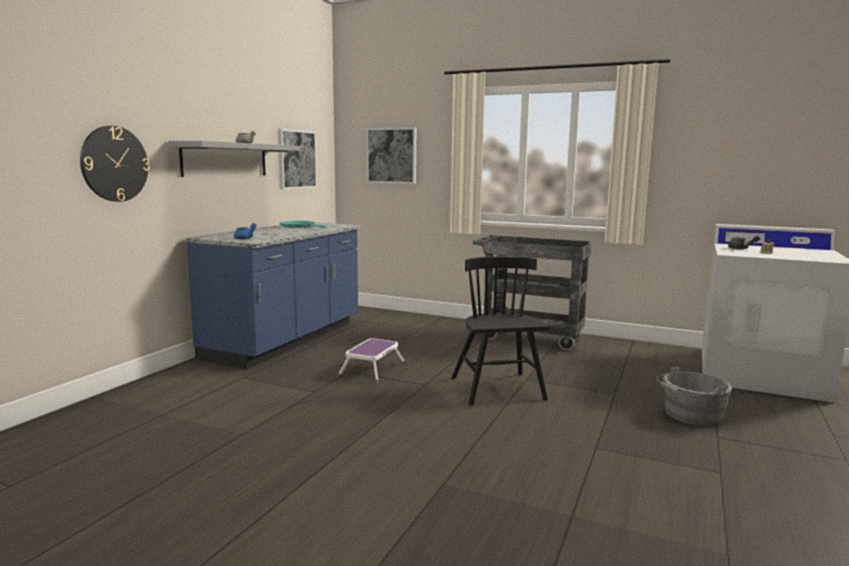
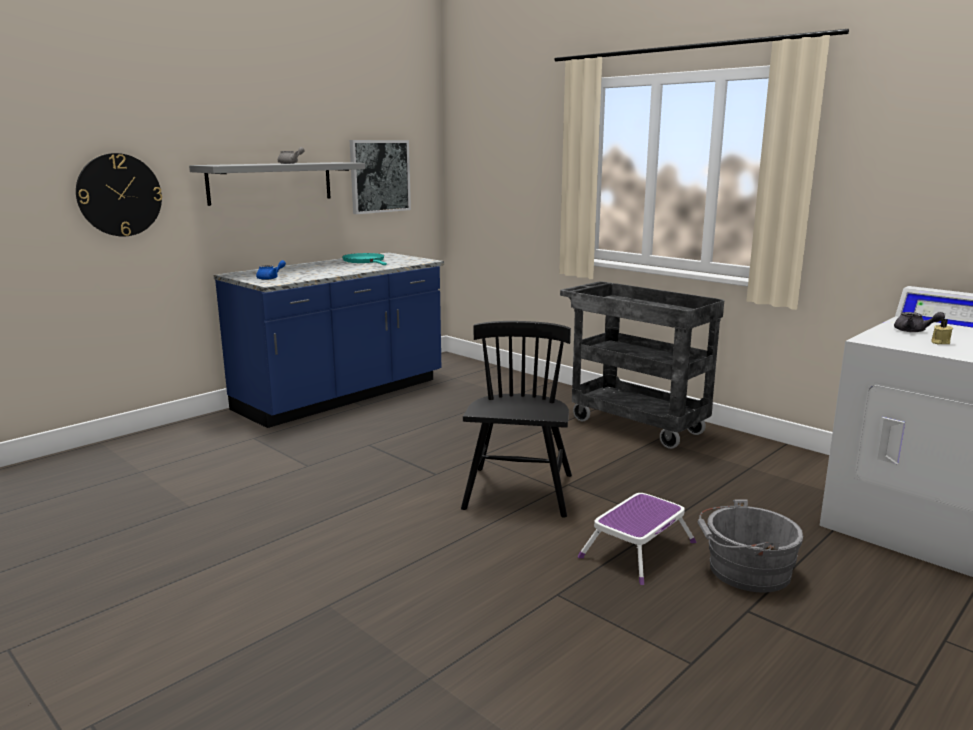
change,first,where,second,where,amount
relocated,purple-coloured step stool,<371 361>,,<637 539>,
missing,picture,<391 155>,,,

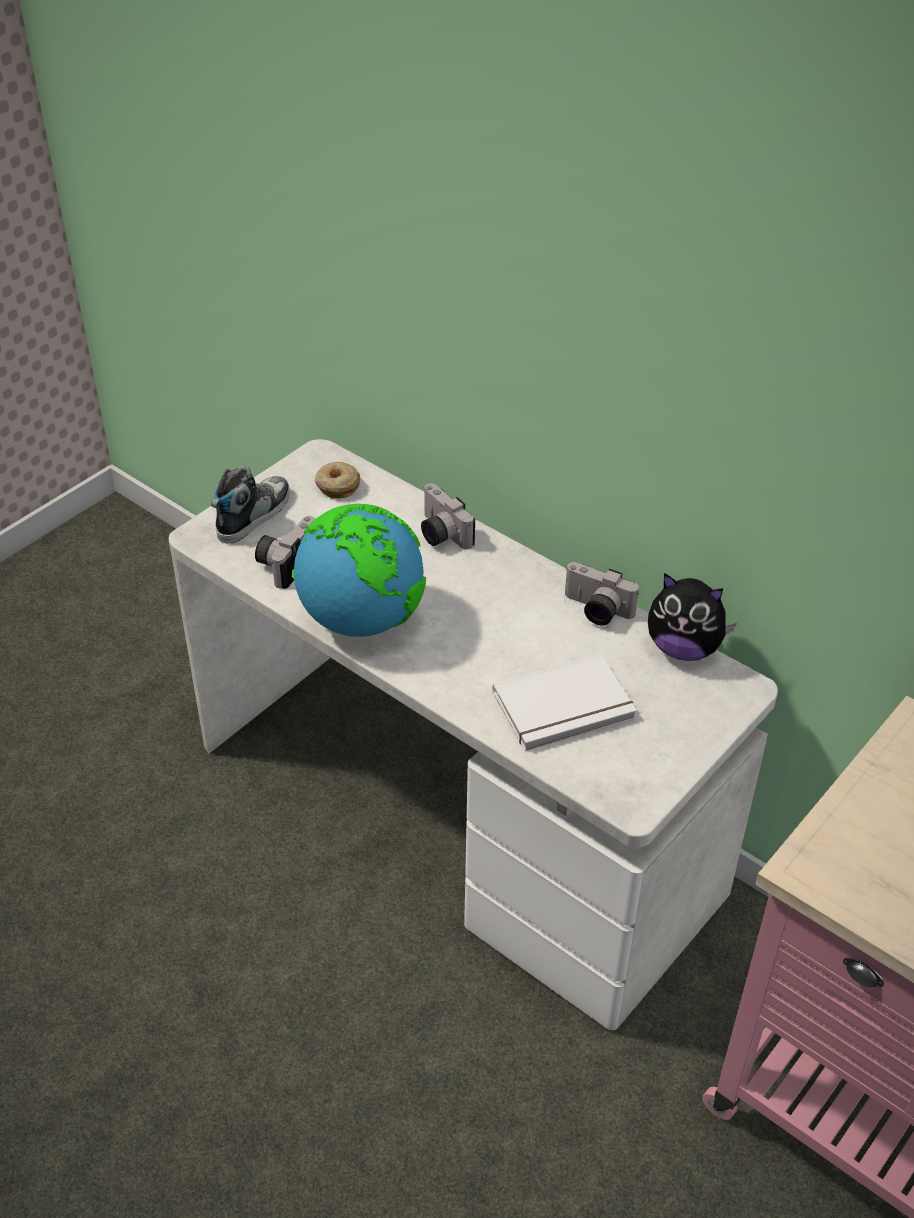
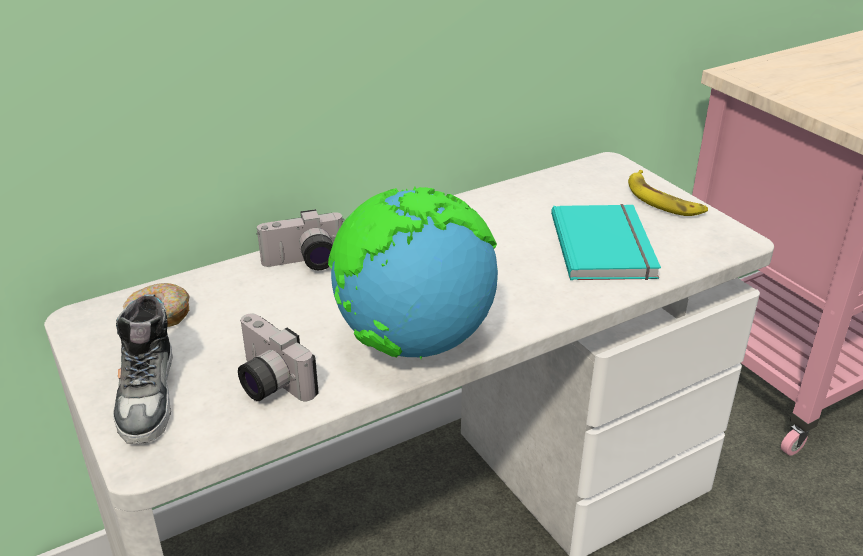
change,first,where,second,where,amount
spun,shoe,<250 505>,,<143 369>,150 degrees counterclockwise
colour,whitish bound book,<564 702>,blue-green bound book,<606 242>,
missing,photo camera,<602 594>,,,
missing,cuddly toy,<692 617>,,,
appeared,,,whole banana,<668 193>,

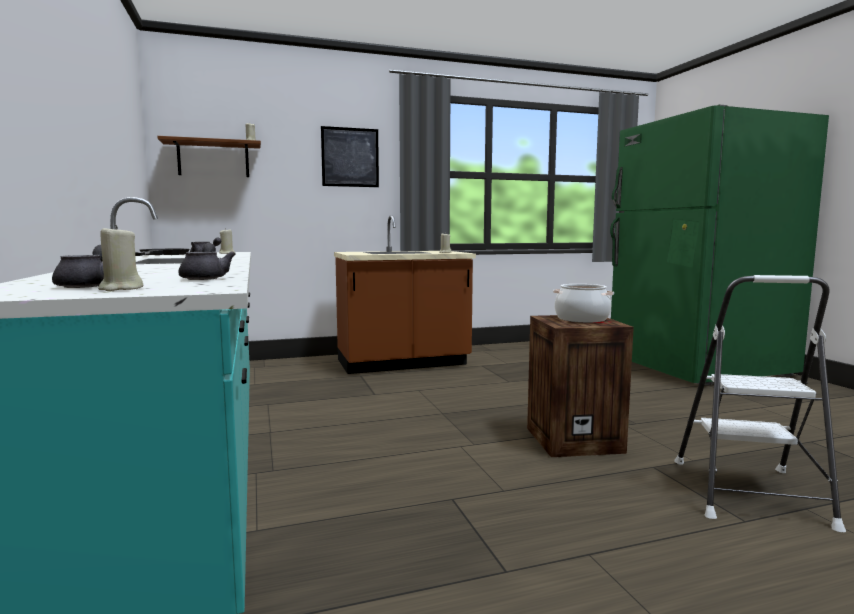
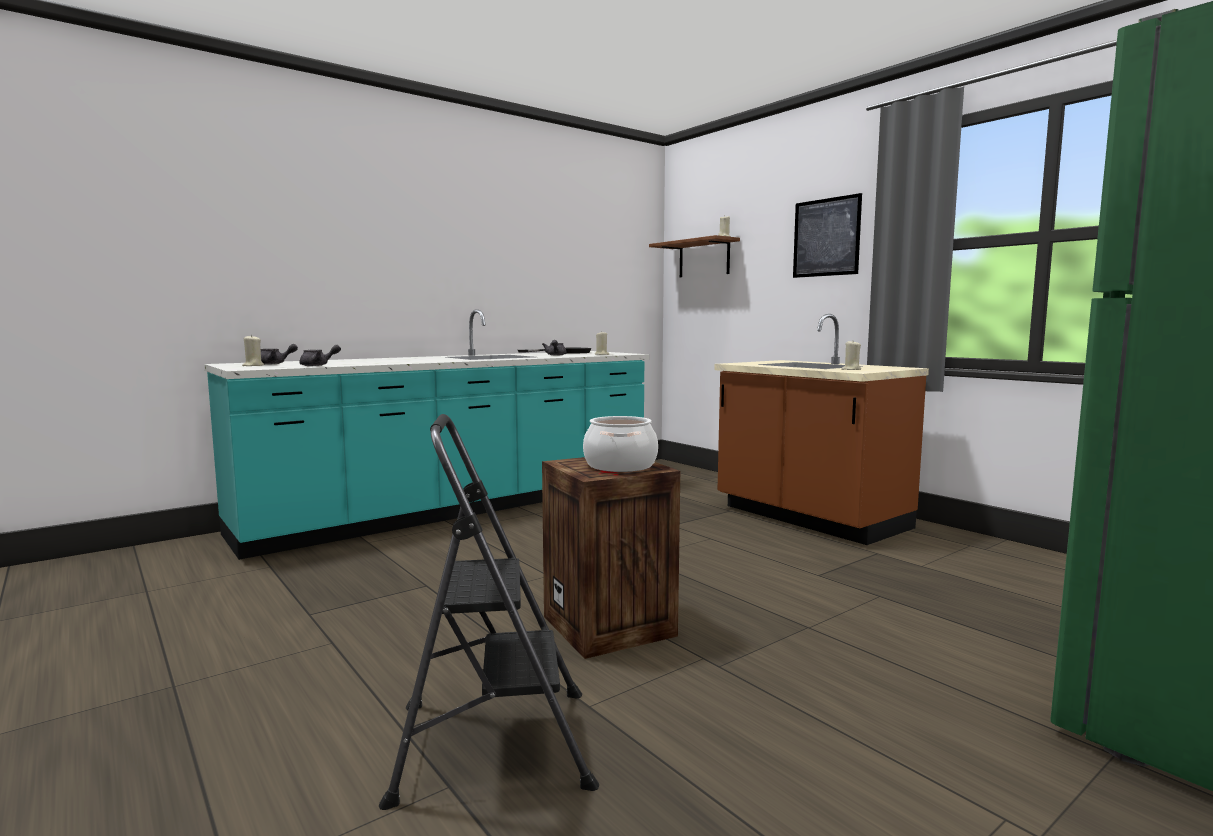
change,first,where,second,where,amount
colour,whitish step stool,<760 404>,black-coloured step stool,<489 612>,

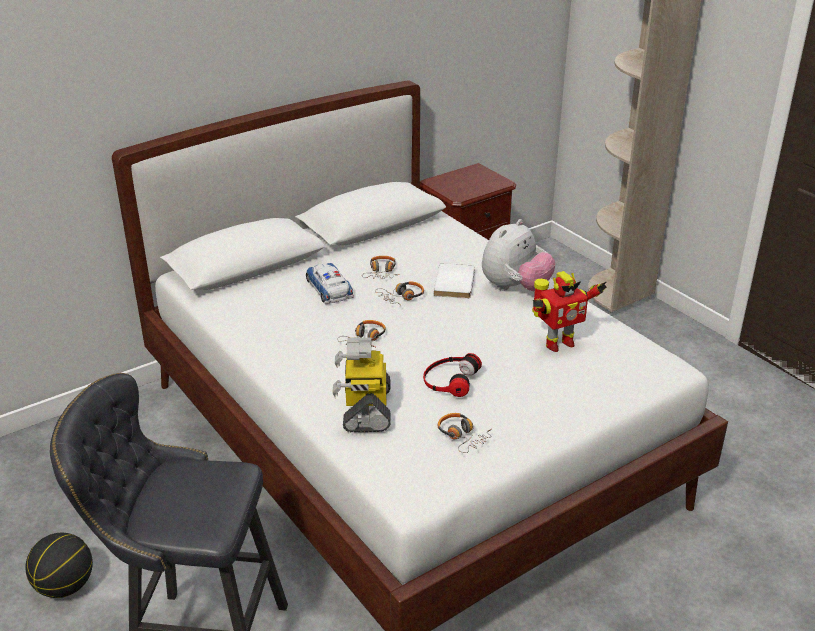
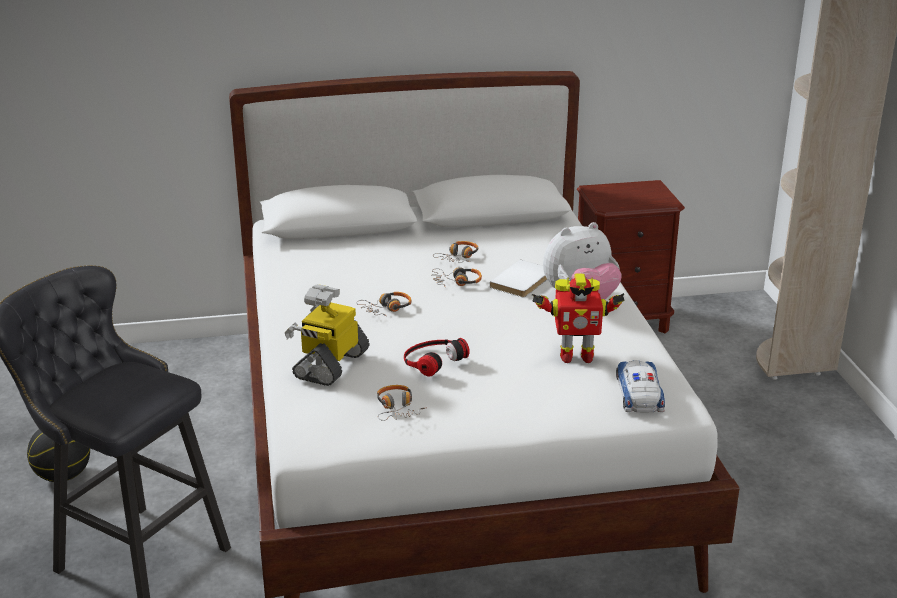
change,first,where,second,where,amount
relocated,model car,<330 283>,,<640 386>,

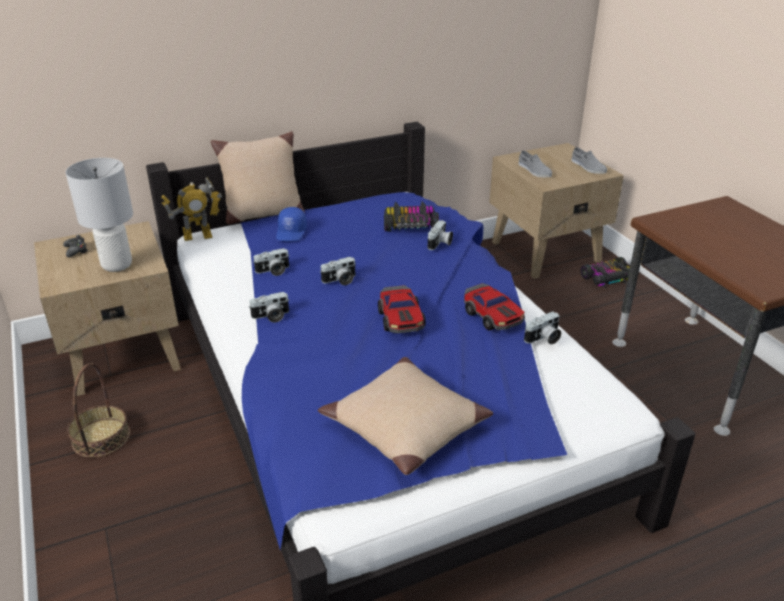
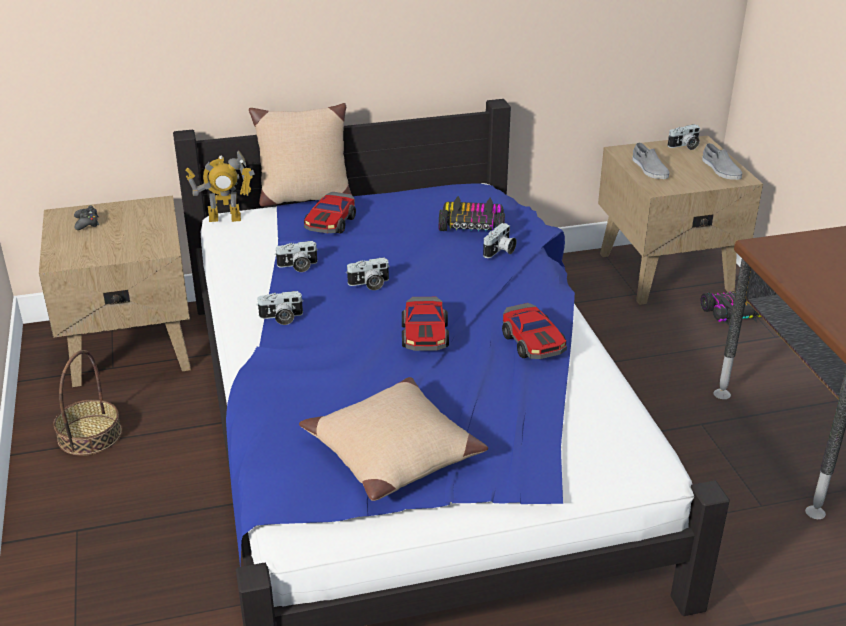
change,first,where,second,where,amount
missing,gray table lamp,<99 215>,,,
exchanged,bluish cap,<291 224>,model car,<330 213>,
relocated,photo camera,<542 328>,,<683 137>,

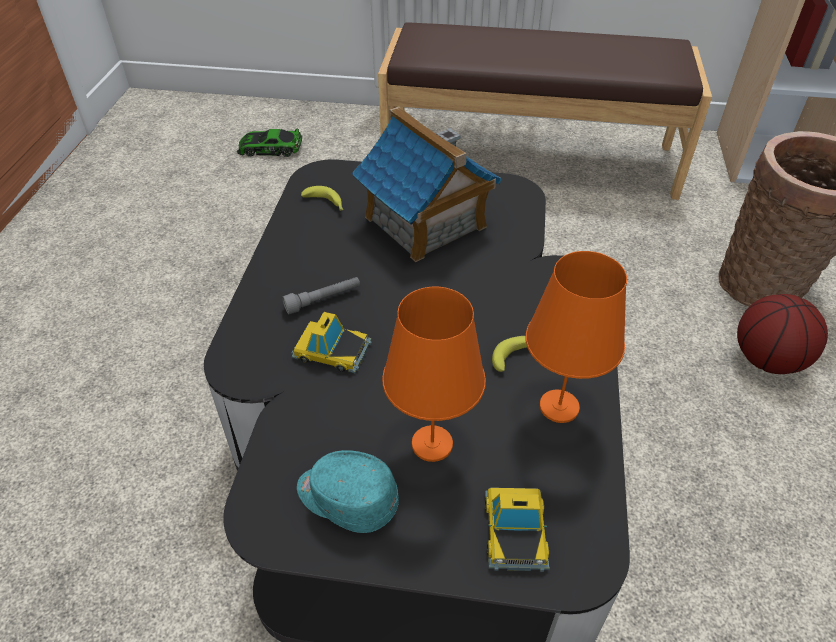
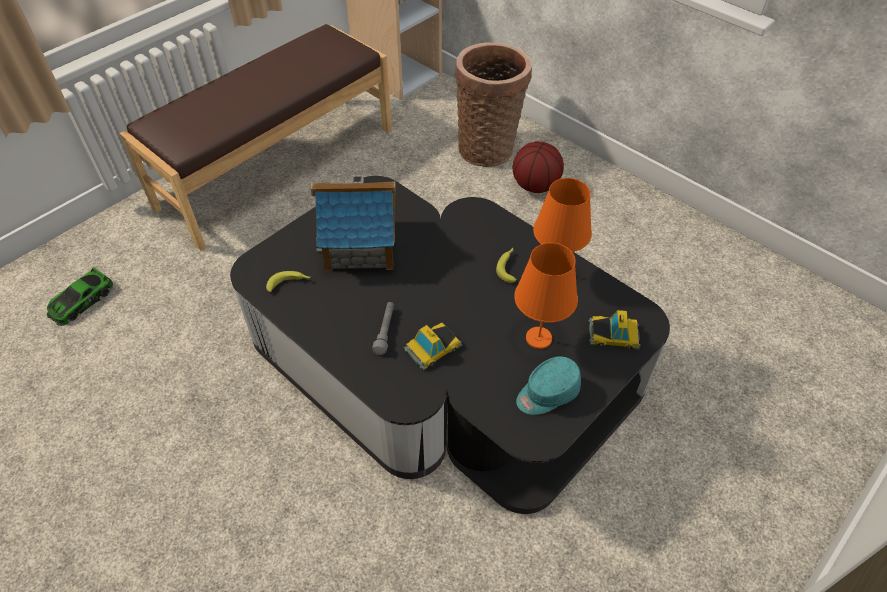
change,first,where,second,where,amount
spun,model car,<517 530>,,<615 330>,150 degrees clockwise

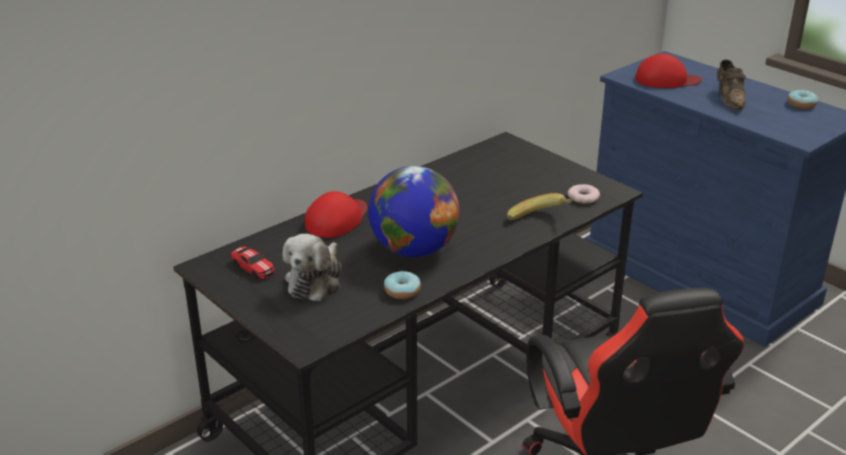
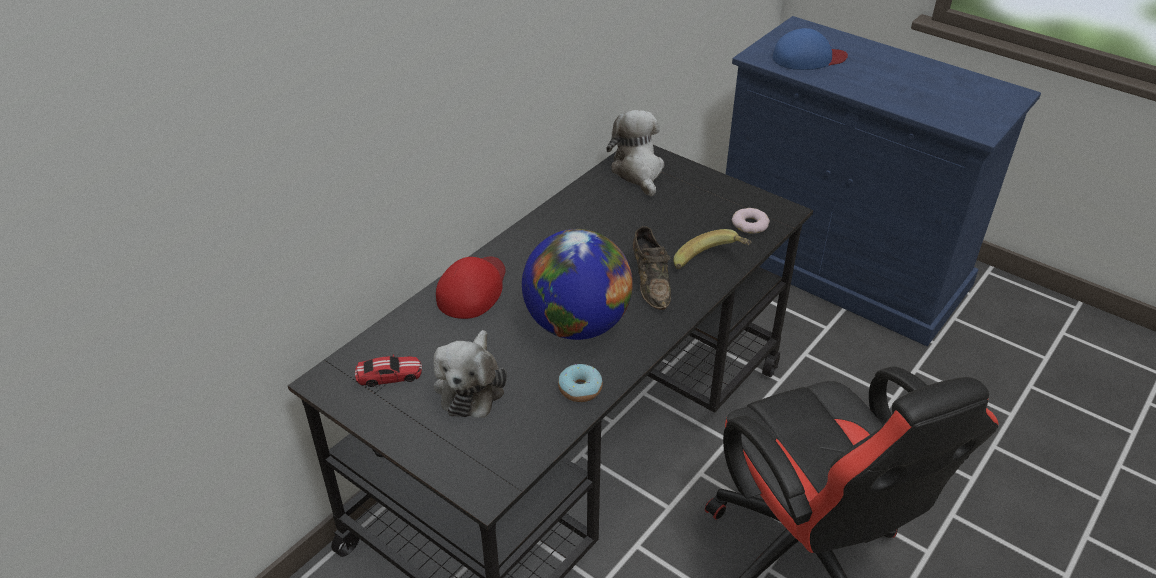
change,first,where,second,where,amount
spun,model car,<253 262>,,<388 370>,45 degrees counterclockwise
colour,red-coloured cap,<668 71>,bluish cap,<810 49>,
relocated,brownish shoe,<731 84>,,<652 268>,
missing,ring doughnut,<802 99>,,,
appeared,,,cuddly toy,<635 153>,

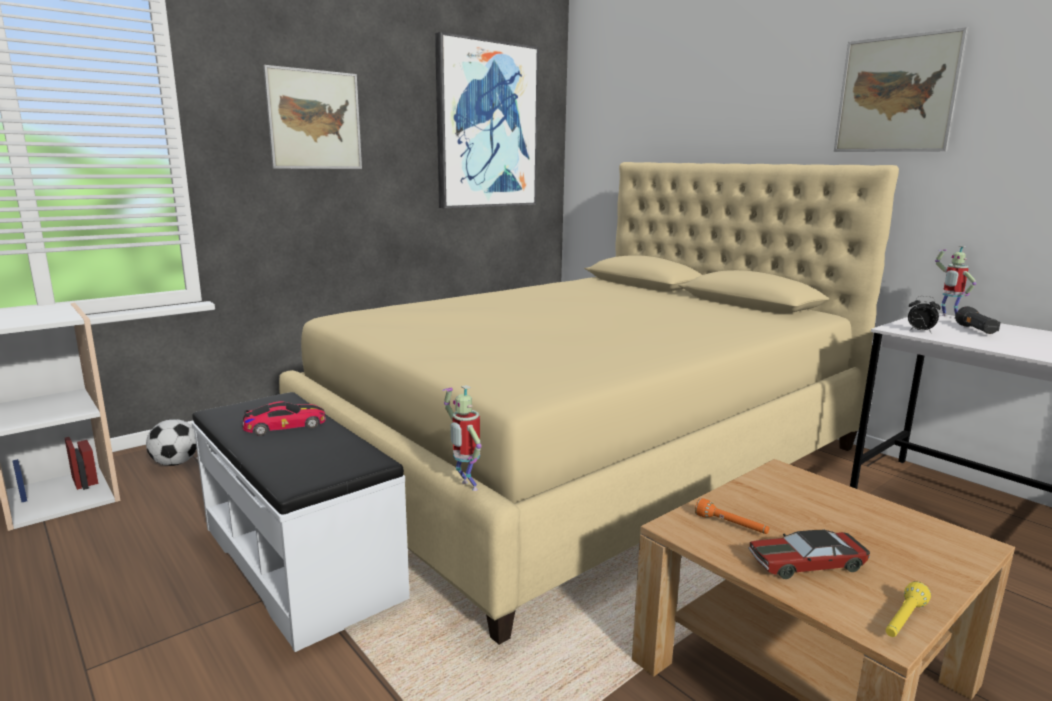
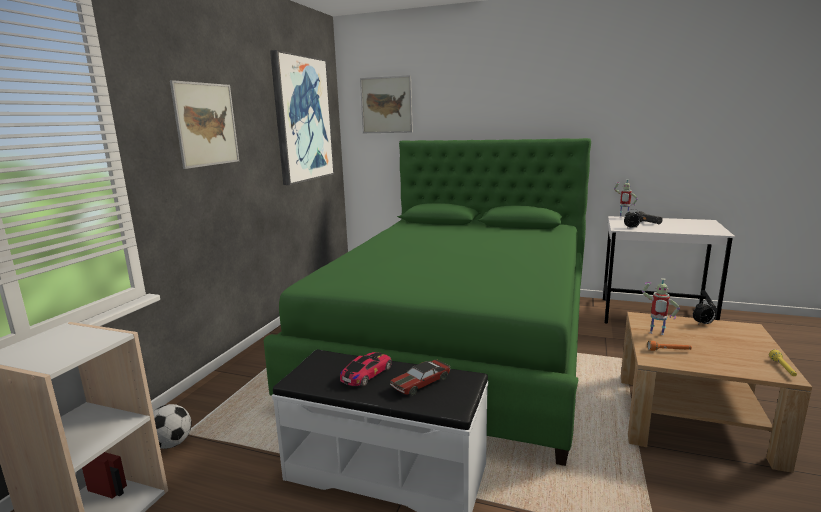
change,first,where,second,where,amount
colour,beige bed,<589 403>,greenish bed,<427 302>,
relocated,toy robot,<462 438>,,<661 306>,
relocated,model car,<809 554>,,<420 377>,
relocated,picture,<901 89>,,<386 104>,
appeared,,,alarm clock,<704 312>,

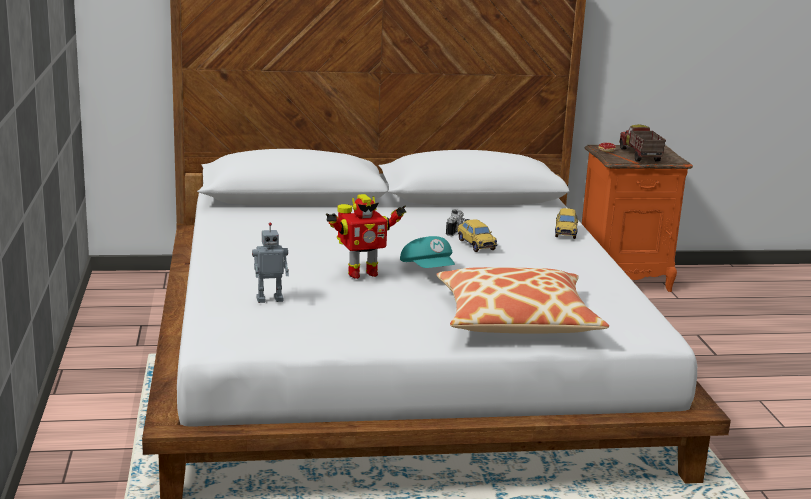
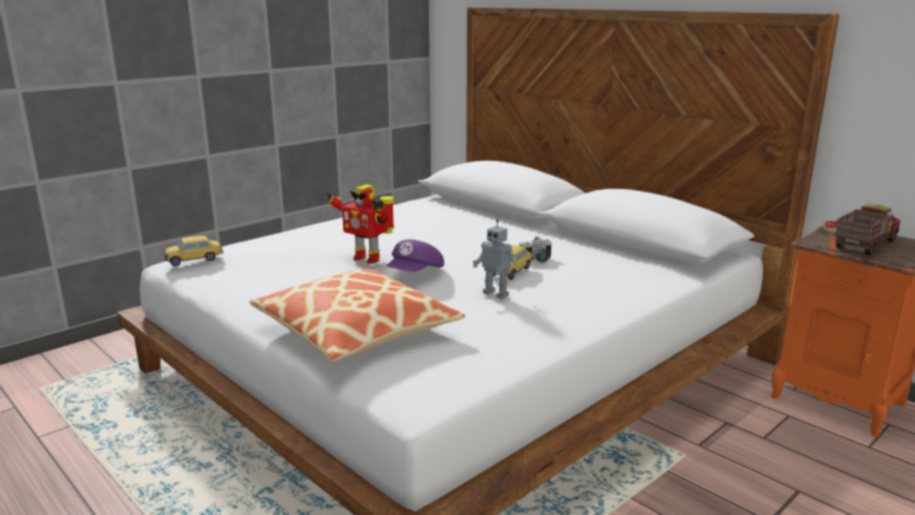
change,first,where,second,where,amount
relocated,toy robot,<270 263>,,<493 259>,
colour,blue-green cap,<427 252>,purple-coloured cap,<415 255>,
relocated,model car,<566 223>,,<193 251>,

